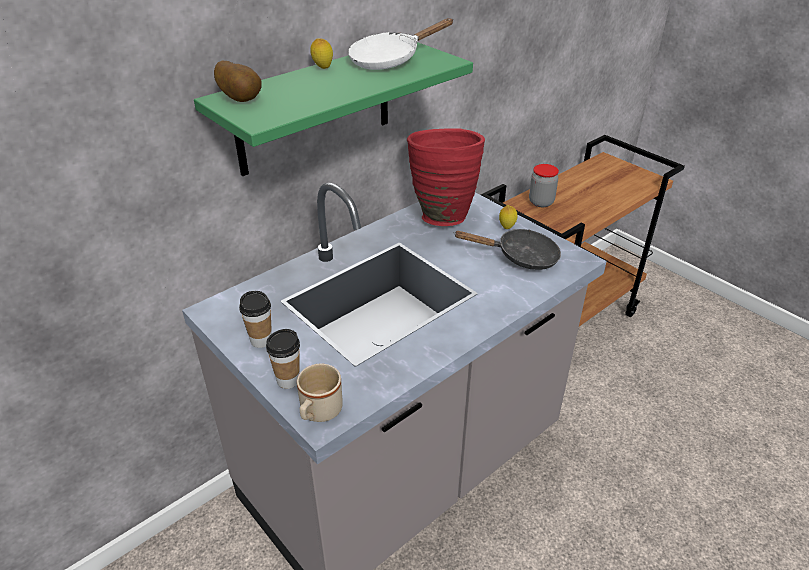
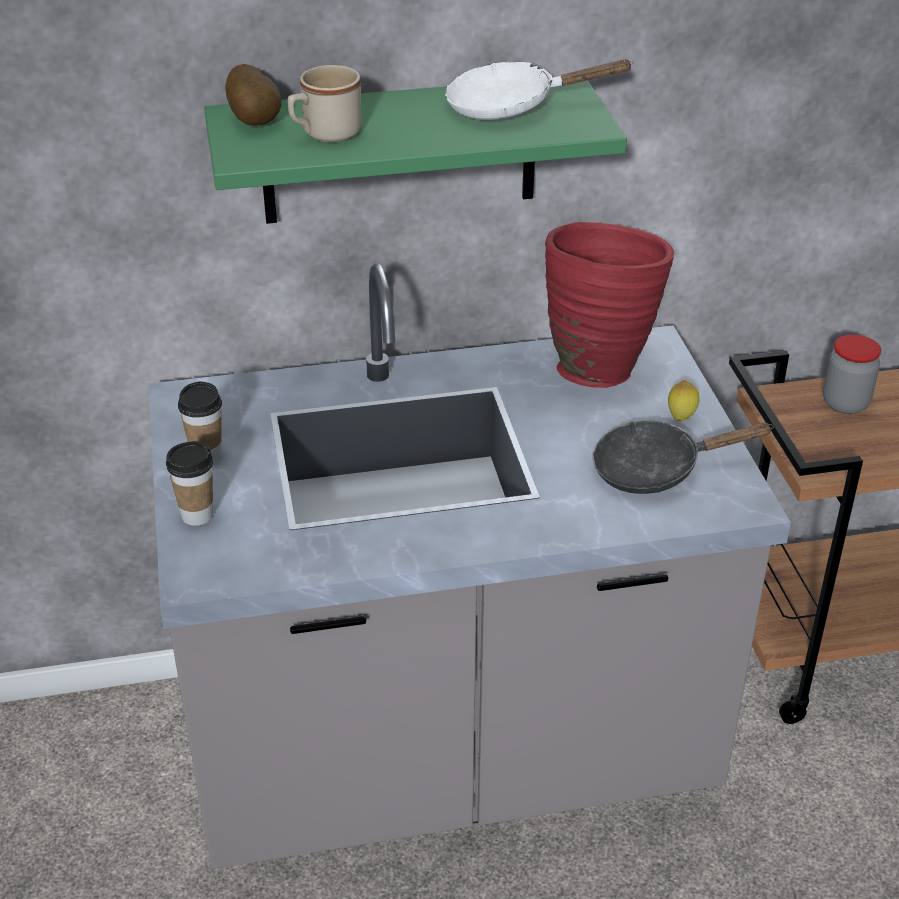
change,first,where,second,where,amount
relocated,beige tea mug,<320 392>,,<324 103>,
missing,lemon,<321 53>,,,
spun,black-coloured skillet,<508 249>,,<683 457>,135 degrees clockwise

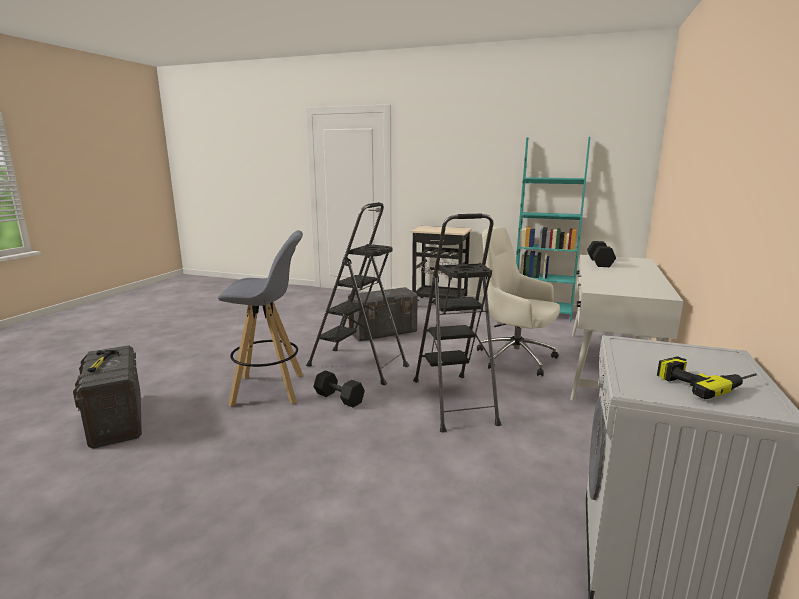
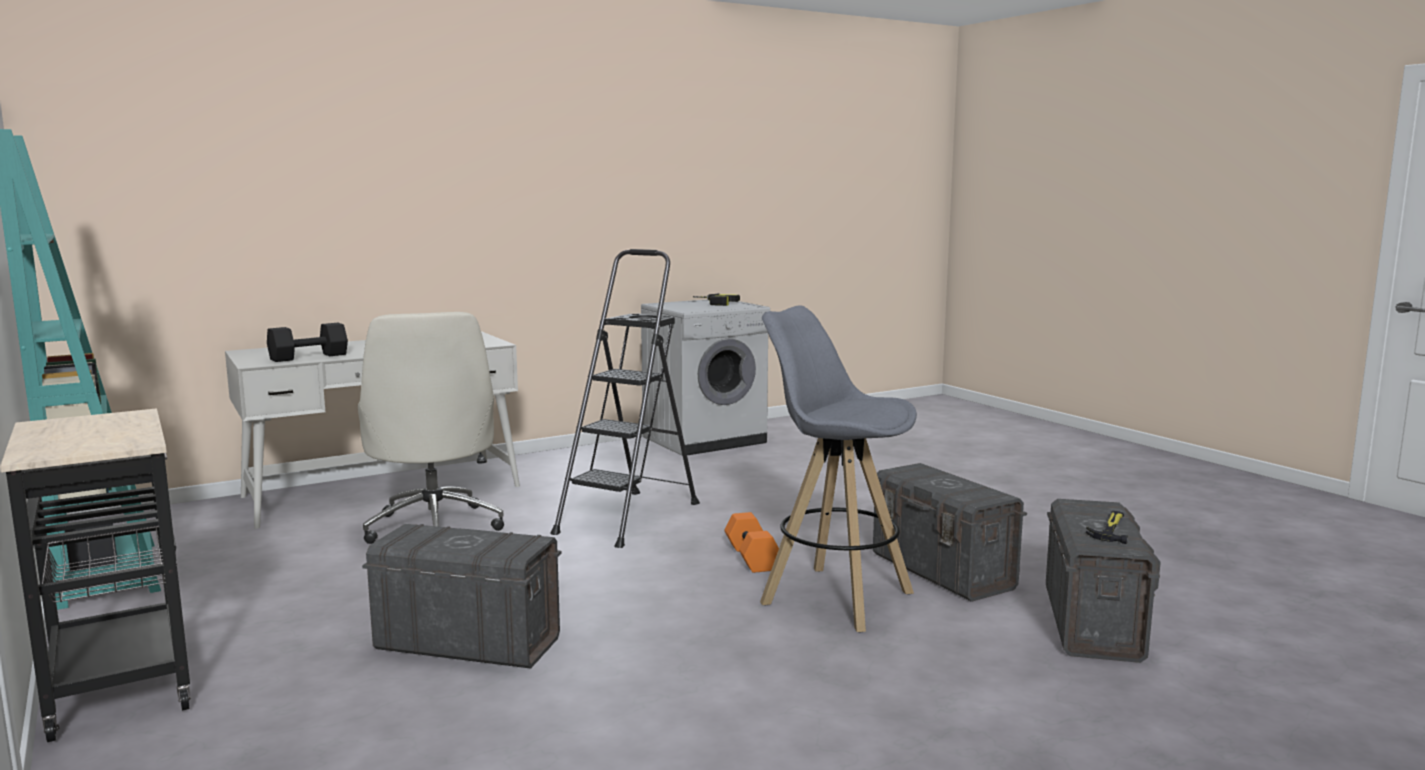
change,first,where,second,where,amount
missing,step stool,<357 293>,,,
colour,black-coloured free weight,<339 389>,orange free weight,<752 542>,
appeared,,,gray storage box,<950 532>,

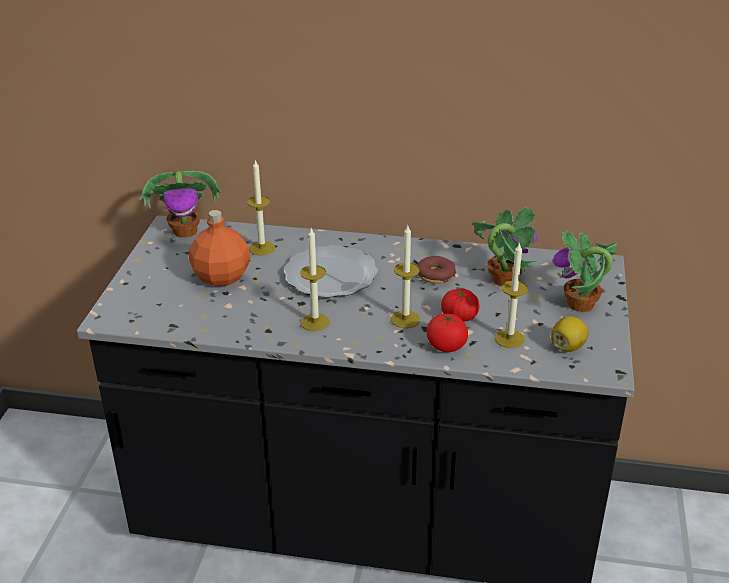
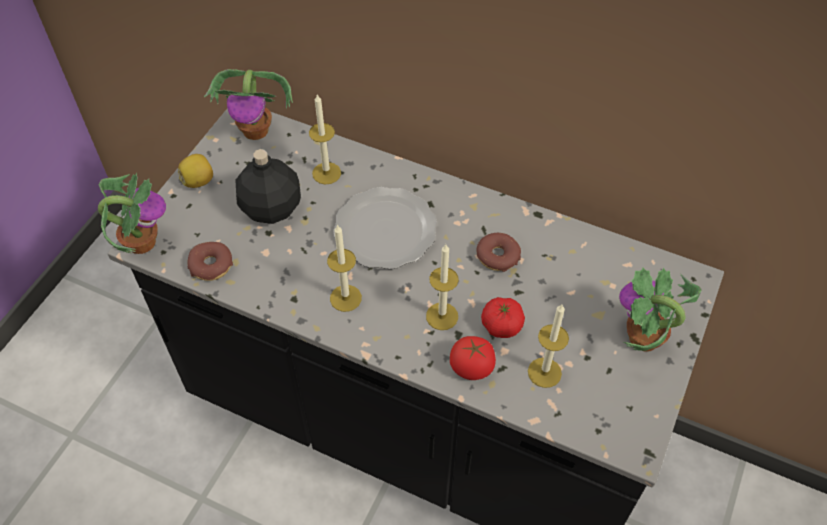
change,first,where,second,where,amount
colour,orange beverage bottle,<219 248>,black-coloured beverage bottle,<268 186>,
relocated,potted plant,<505 246>,,<132 213>,
relocated,lemon,<569 334>,,<195 171>,
appeared,,,ring doughnut,<210 261>,

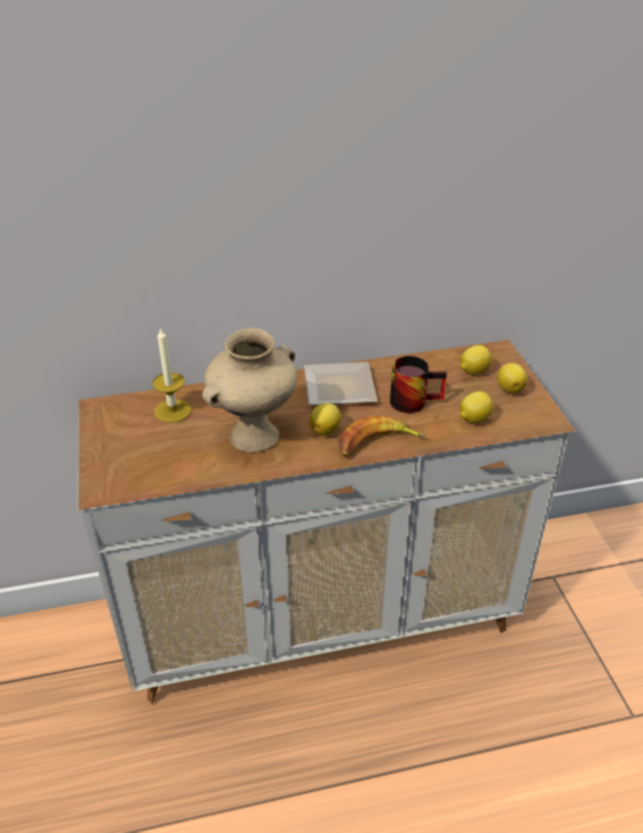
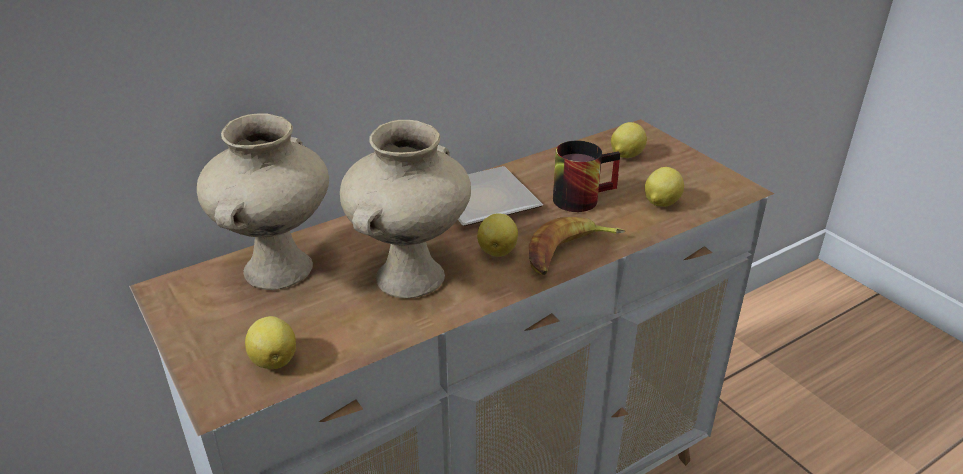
change,first,where,second,where,amount
exchanged,wax light,<171 375>,beige flower vase,<263 202>,
relocated,lemon,<512 378>,,<270 342>,

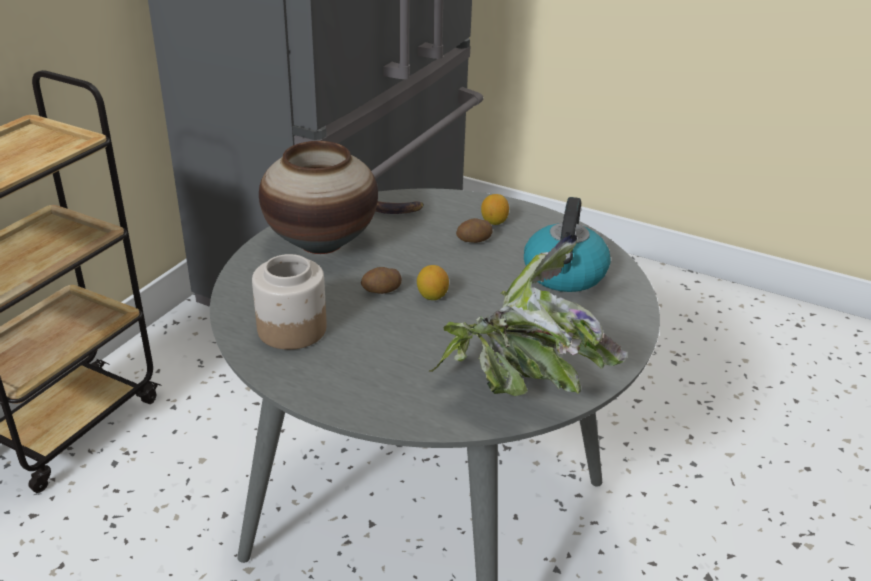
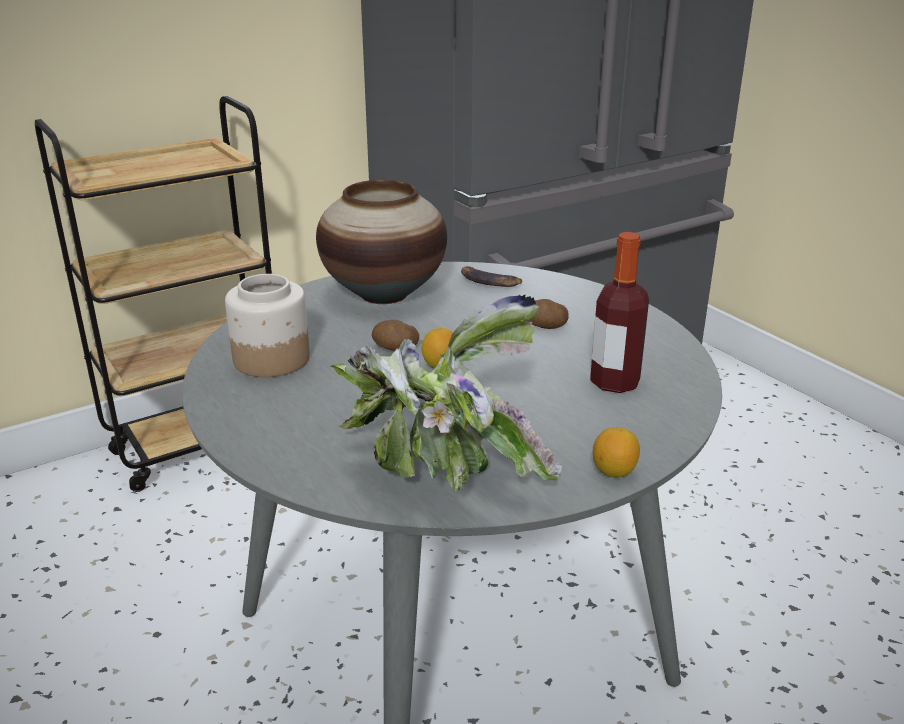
change,first,where,second,where,amount
relocated,lemon,<495 209>,,<616 452>,
exchanged,kettle,<567 244>,beverage bottle,<619 312>,

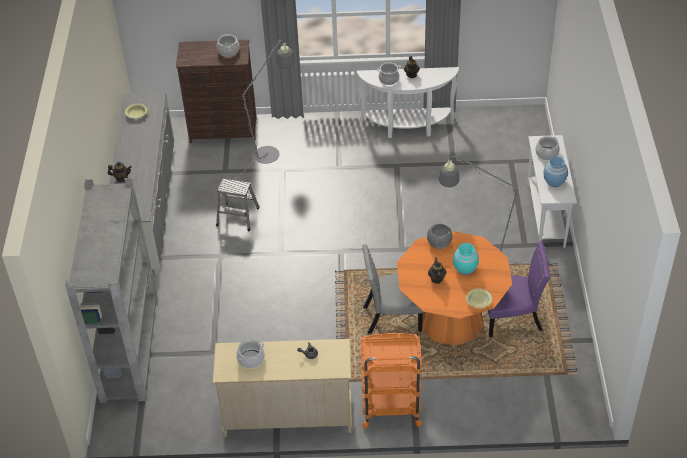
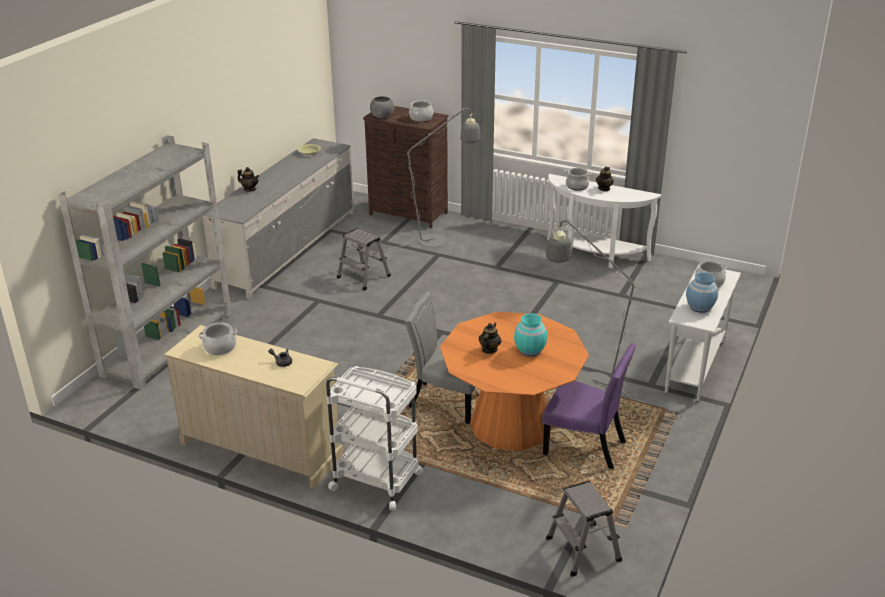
change,first,where,second,where,amount
colour,orange wheeled cart,<391 381>,whitish wheeled cart,<374 438>,
relocated,gray serving bowl,<440 236>,,<382 107>,
missing,yellowish serving bowl,<479 298>,,,
appeared,,,gray step stool,<584 528>,

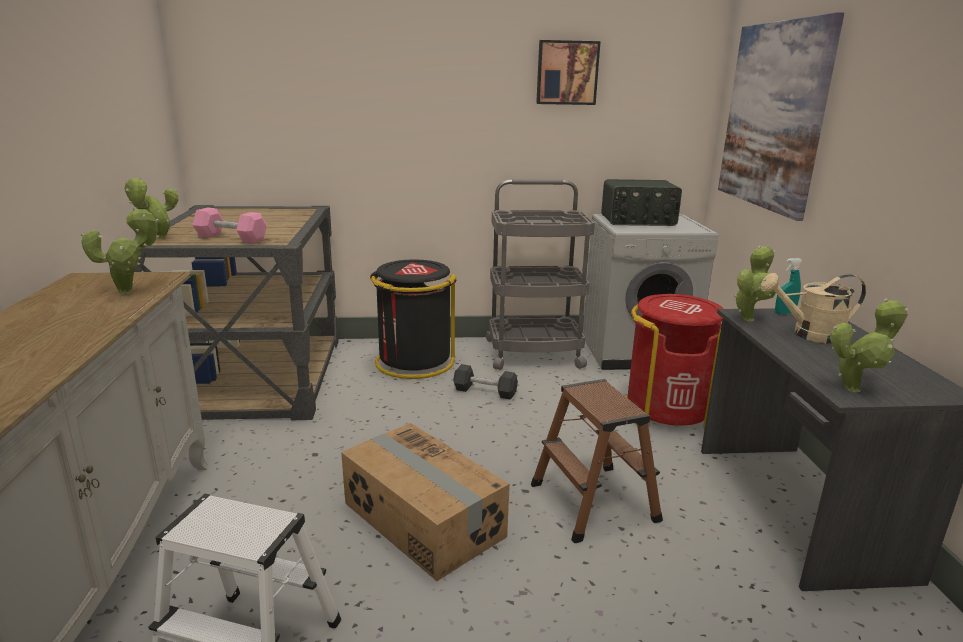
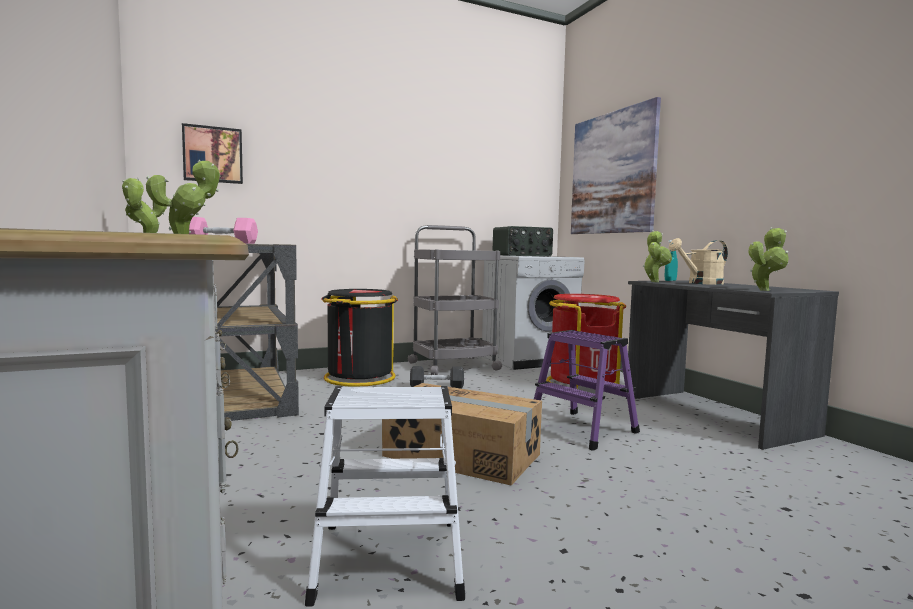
change,first,where,second,where,amount
colour,brownish step stool,<597 461>,purple-coloured step stool,<587 390>,
relocated,picture,<568 72>,,<212 153>,

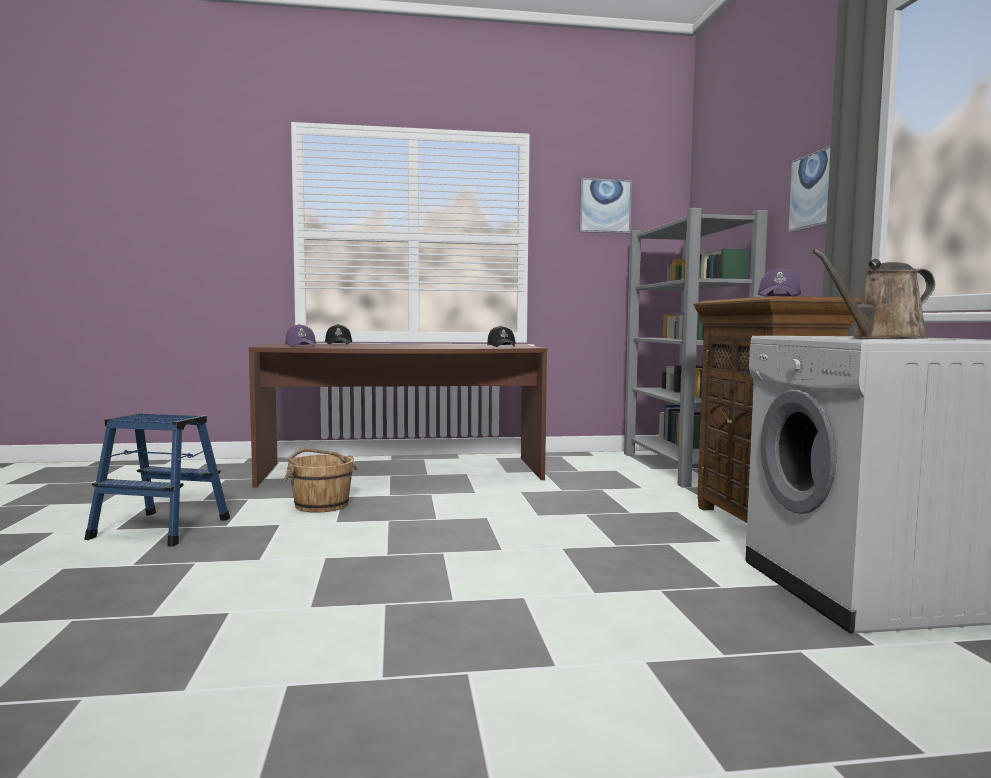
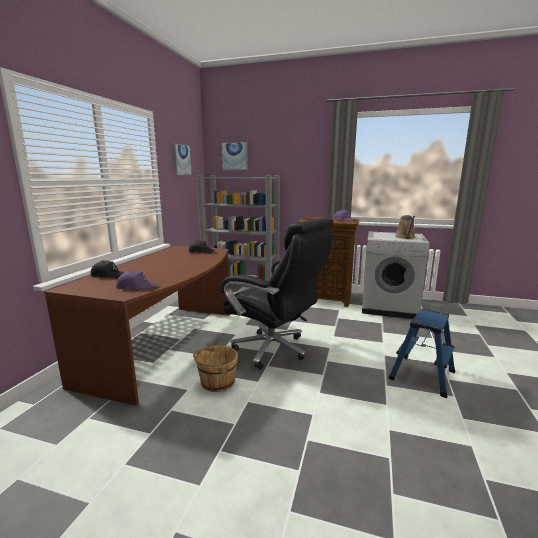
change,first,where,second,where,amount
relocated,bluish step stool,<157 480>,,<421 353>,
relocated,picture,<809 188>,,<235 156>,
appeared,,,black-coloured computer chair,<277 293>,

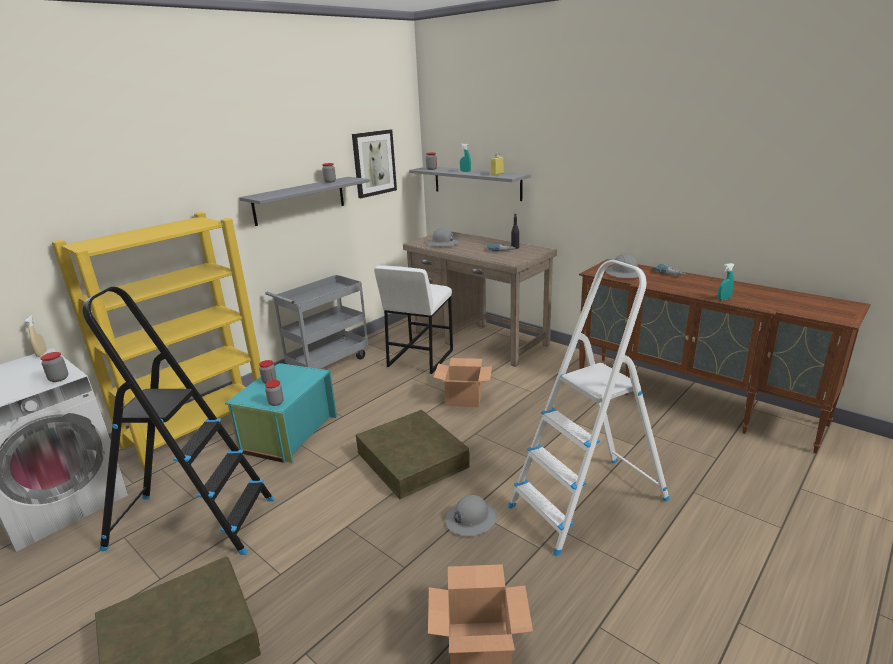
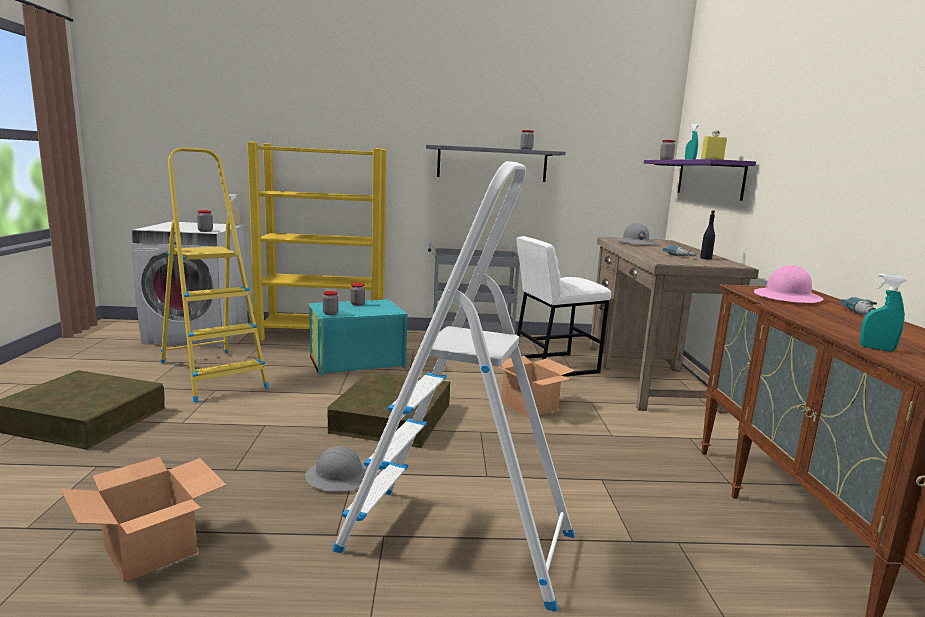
change,first,where,second,where,amount
colour,black-coloured step stool,<179 421>,yellowish step stool,<214 275>,
missing,picture,<374 163>,,,
colour,gray wall shelf,<470 184>,purple-coloured wall shelf,<700 180>,
colour,gray hard hat,<624 266>,pinkish hard hat,<788 284>,

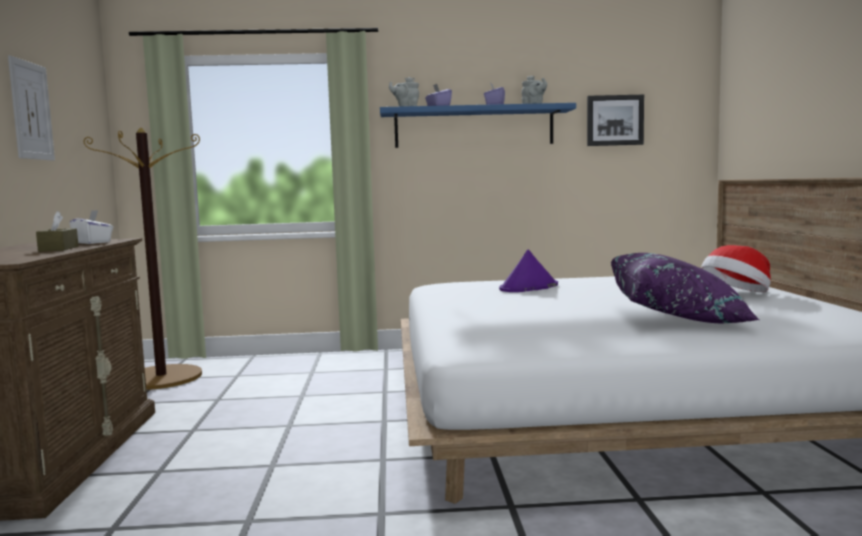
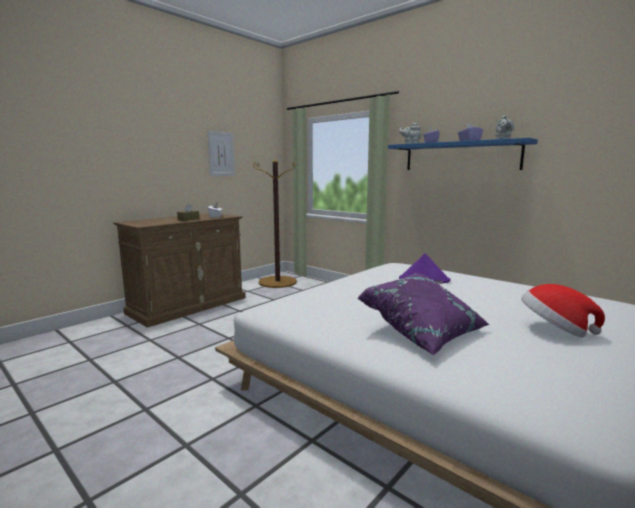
change,first,where,second,where,amount
missing,picture,<615 120>,,,

